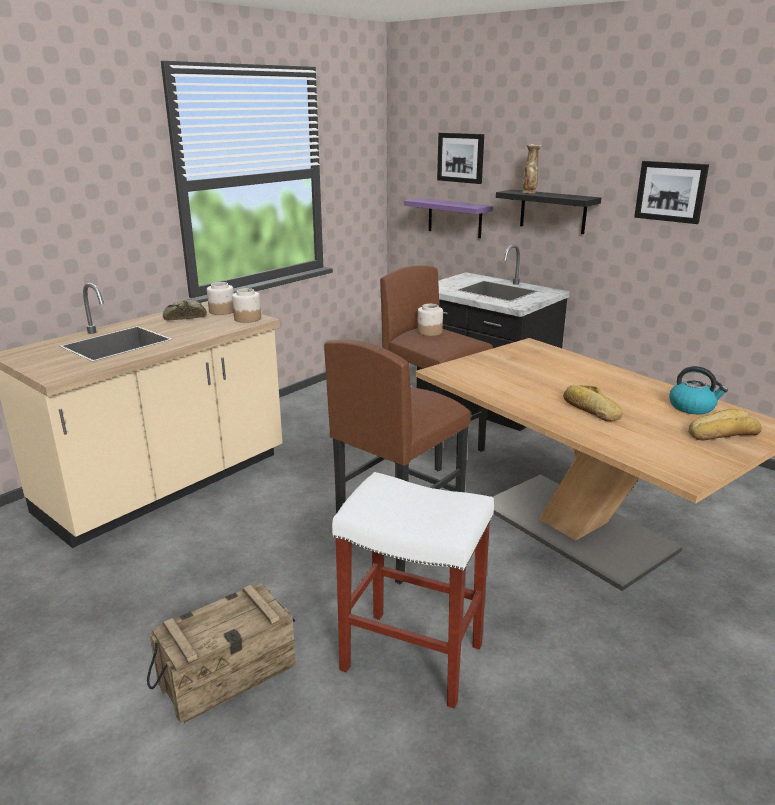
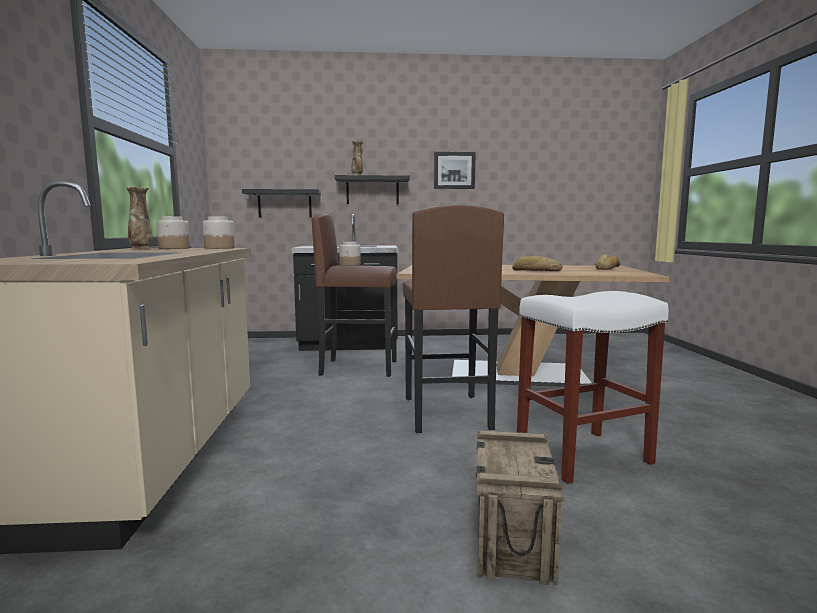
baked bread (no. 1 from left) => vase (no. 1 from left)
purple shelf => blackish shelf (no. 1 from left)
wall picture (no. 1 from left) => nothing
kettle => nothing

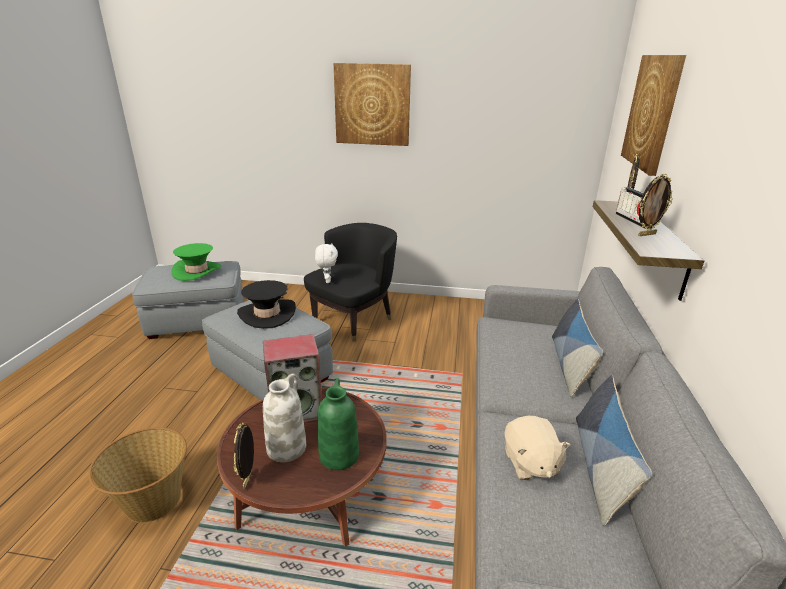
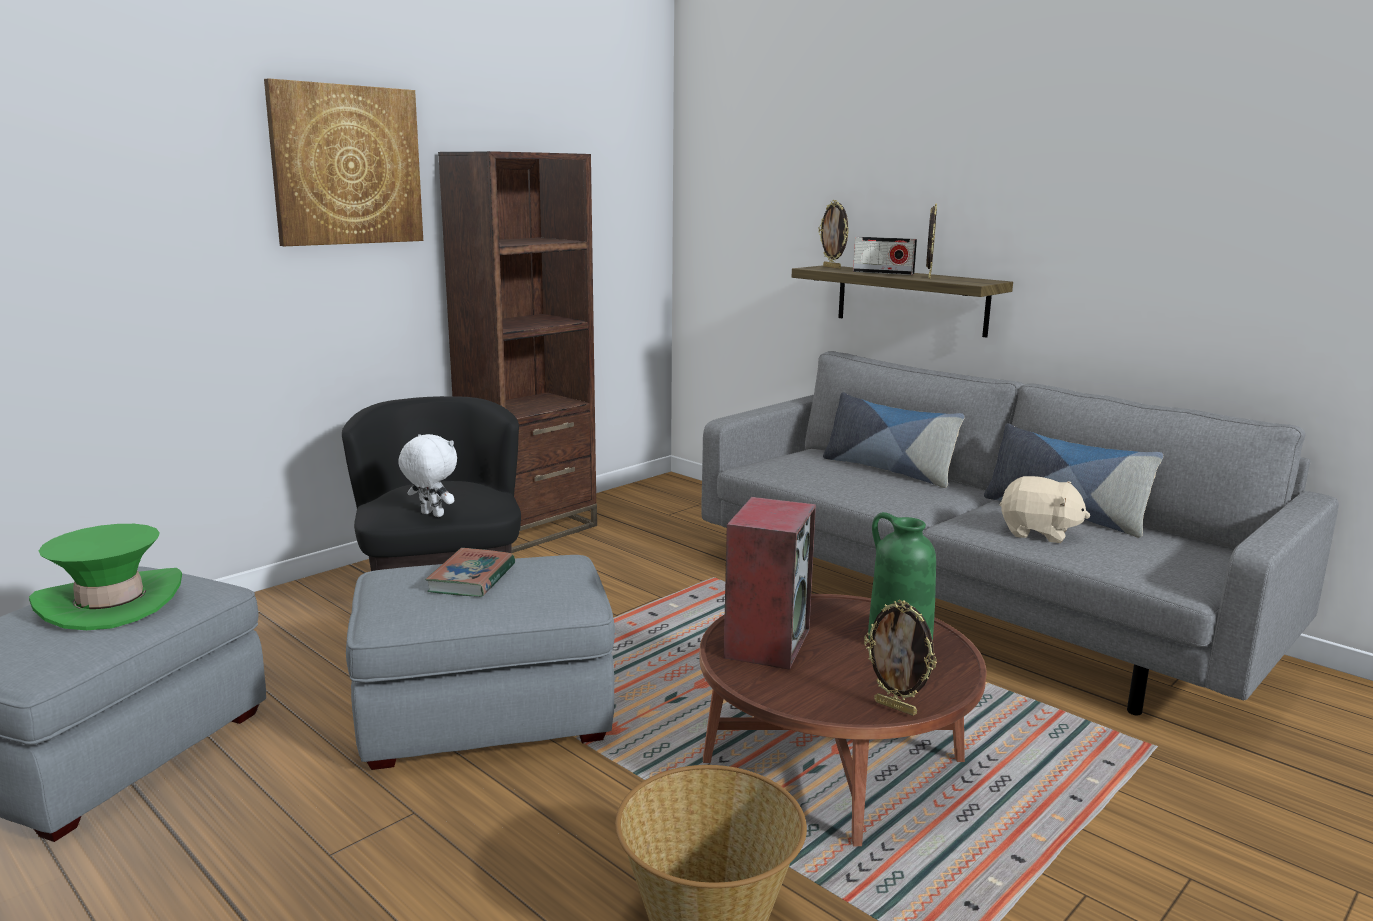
blackish clothing hat => book
white-coloured vase => nothing
wall picture (no. 2 from left) => nothing
nothing => brownish bookcase

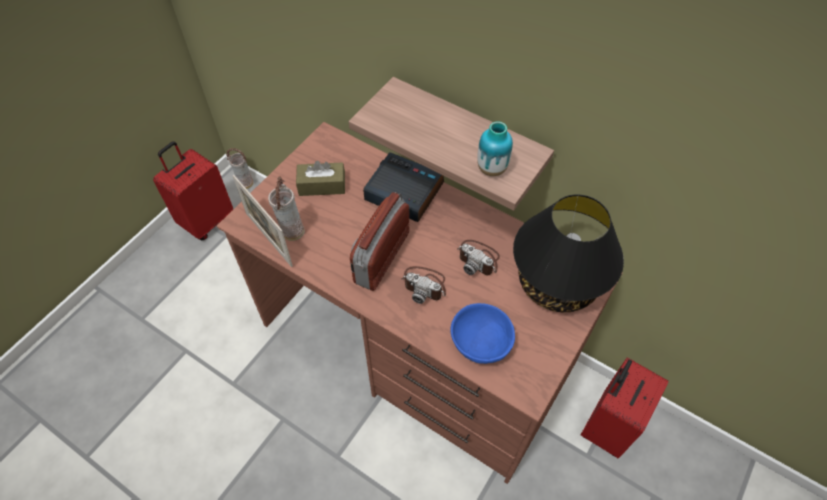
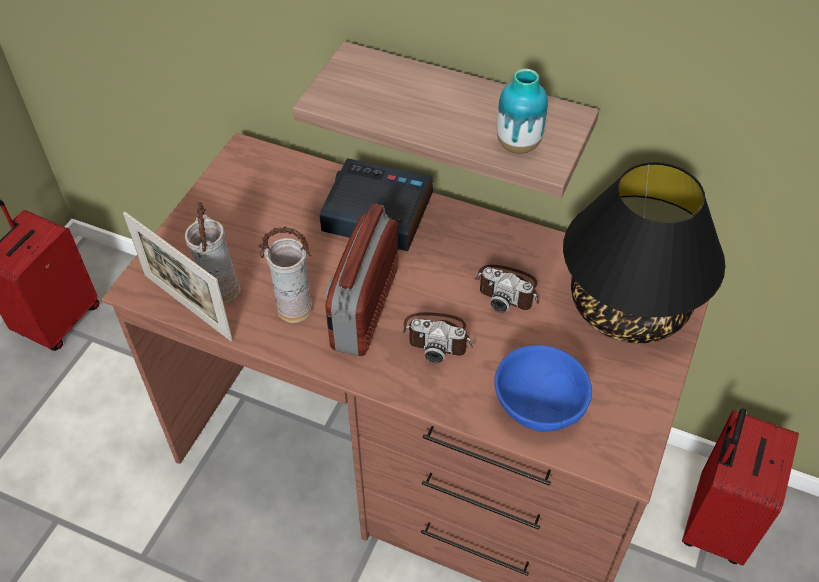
vase (no. 1 from left in the first image) => vase (no. 2 from left), shifted
brownish tissue holder => nothing

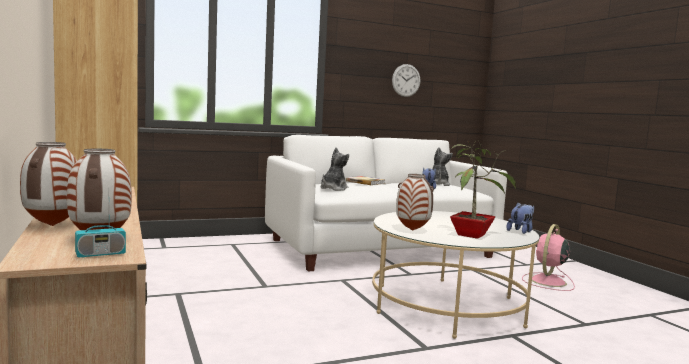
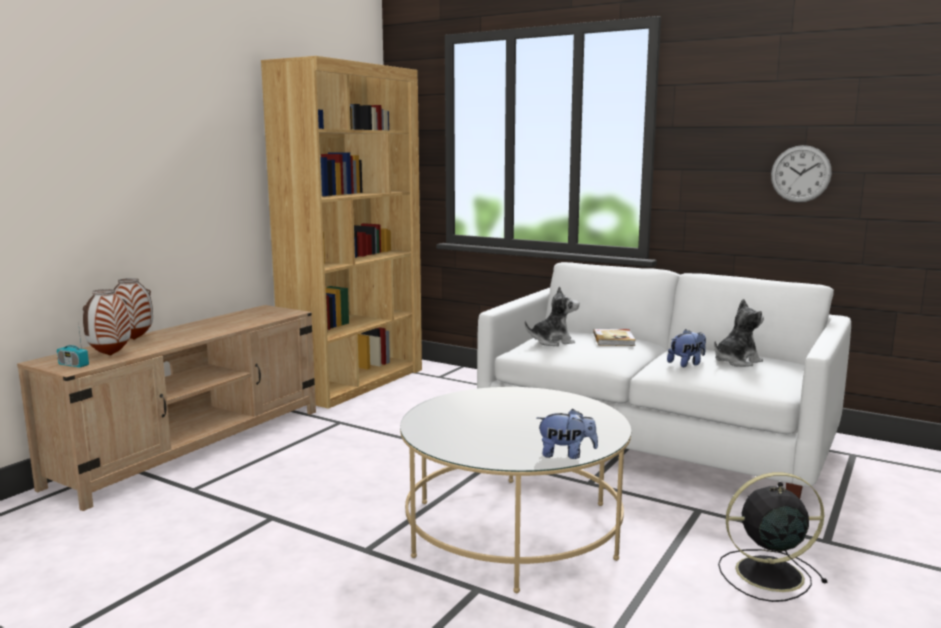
vase (no. 3 from left) => nothing
plant in a pot => nothing
pinkish electric fan => blackish electric fan

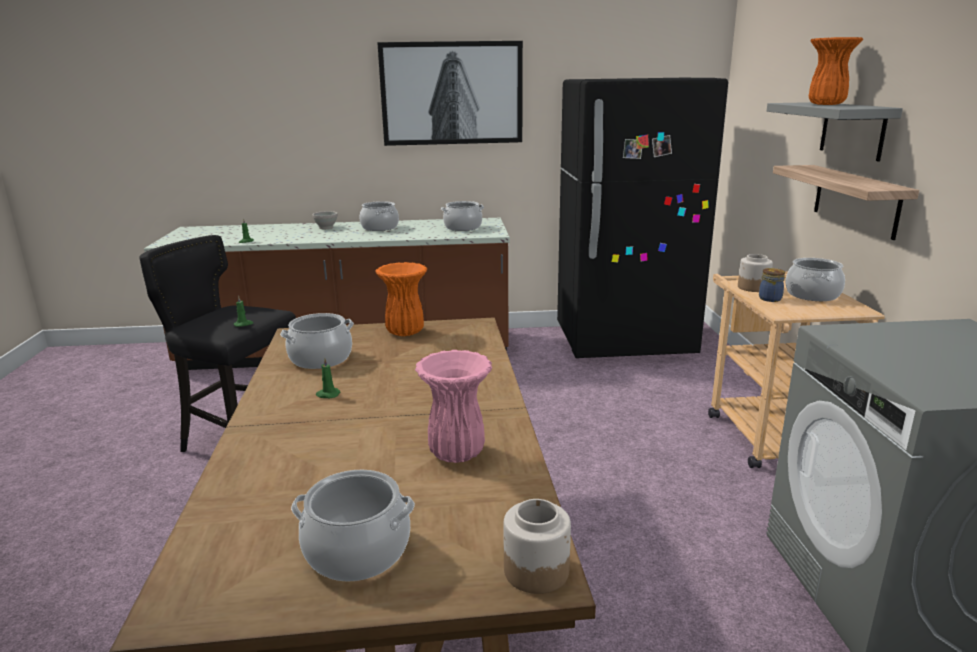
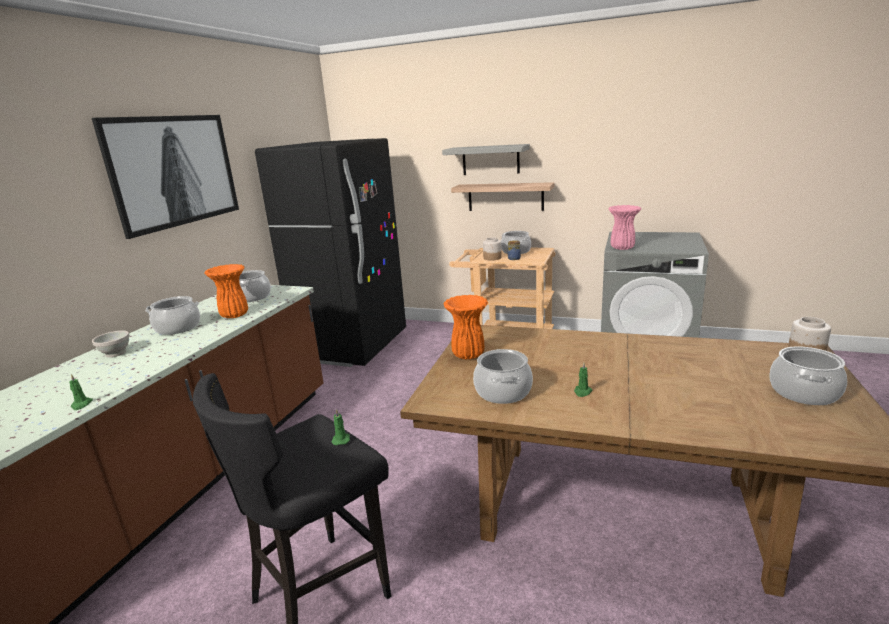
pinkish vase, shifted
orange-coloured vase (no. 2 from left in the first image) => orange-coloured vase (no. 1 from left), shifted

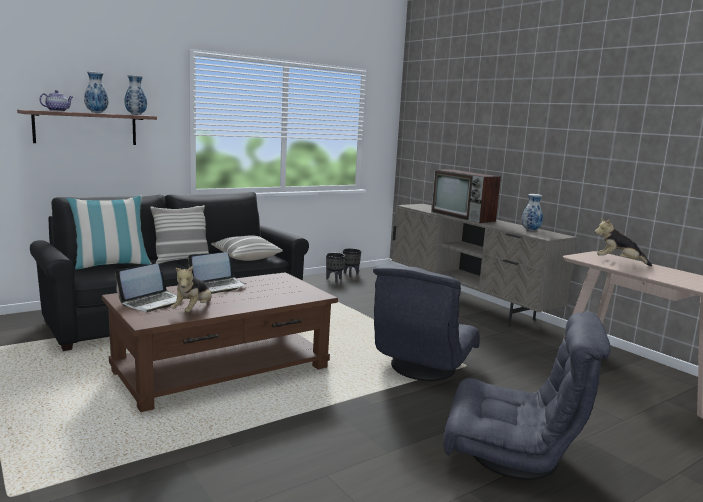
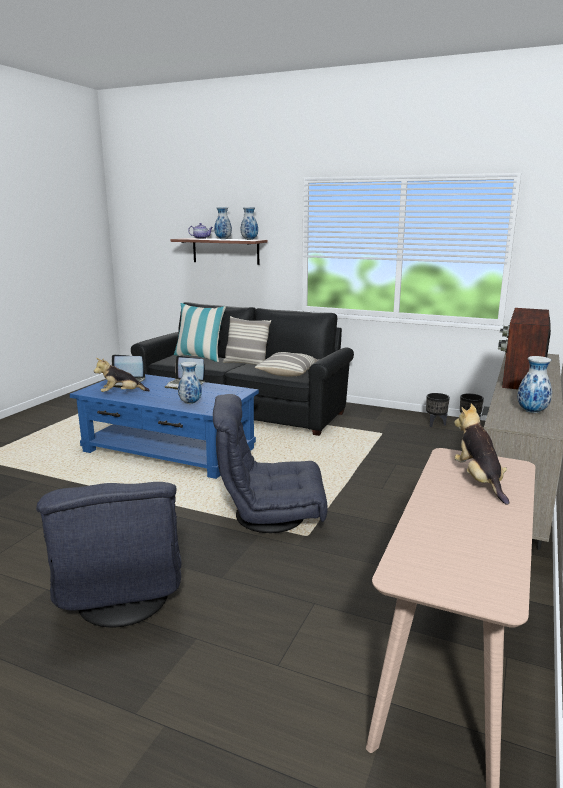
brownish low table => blue low table
nothing => vase (no. 1 from left)

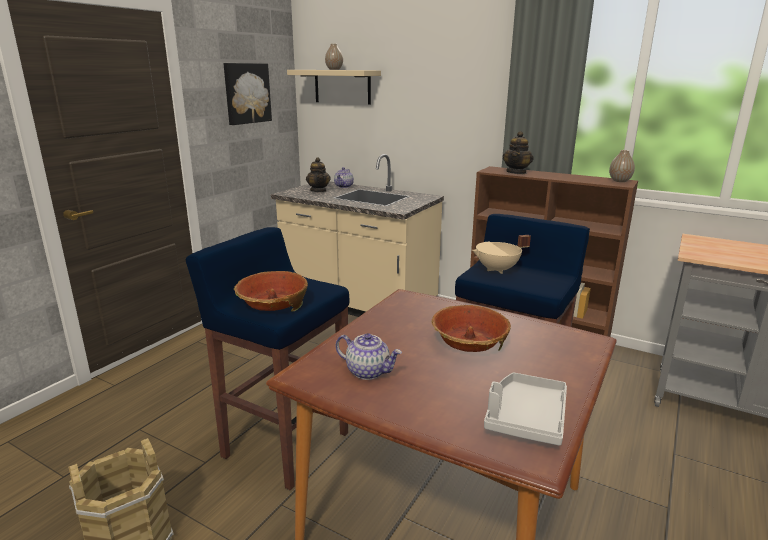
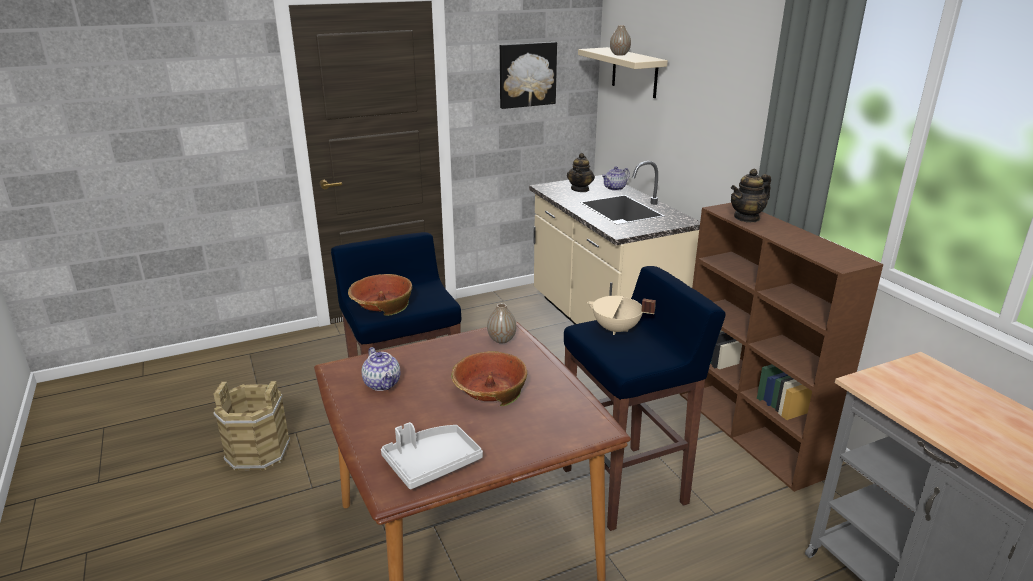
vase (no. 2 from left in the first image) => vase (no. 1 from left), shifted

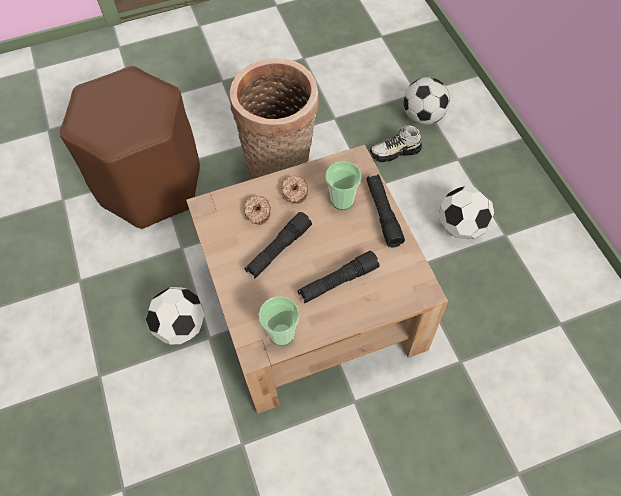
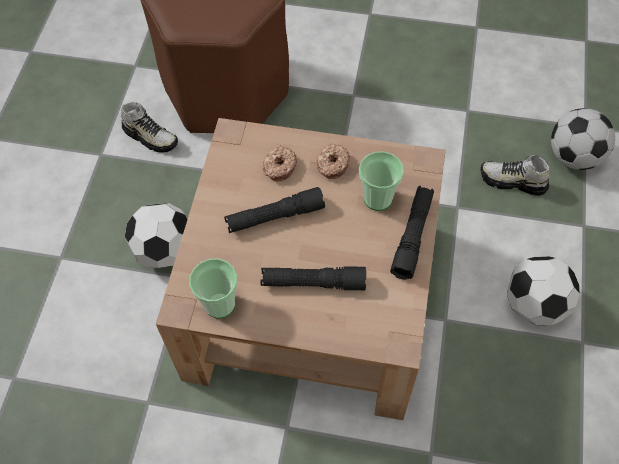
basket => nothing
nothing => low shoe (no. 1 from left)

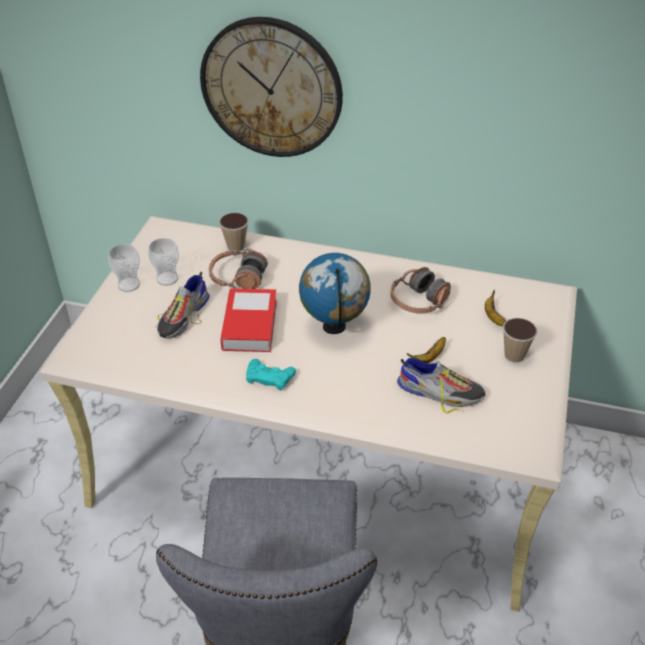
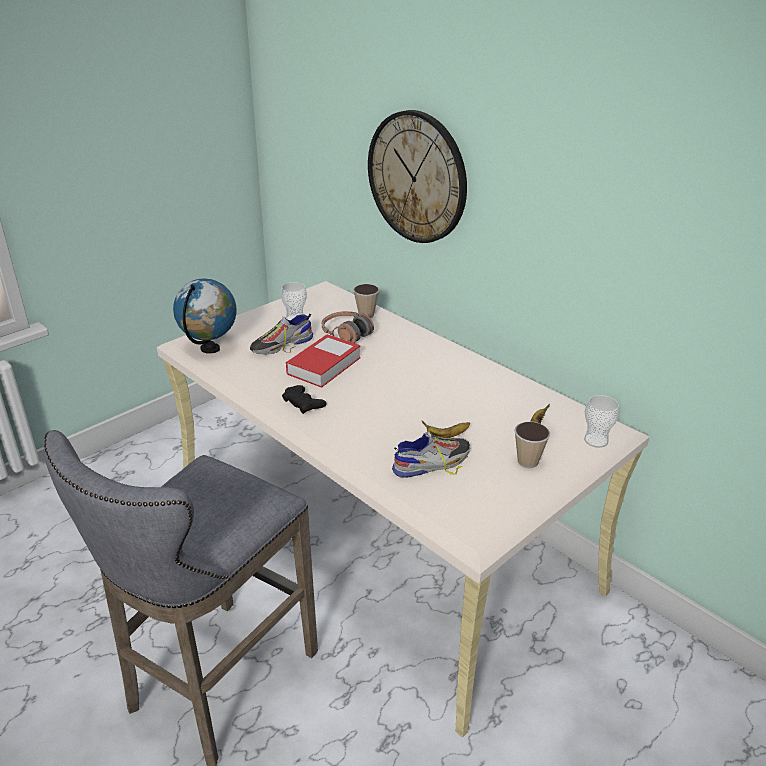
small cup (no. 1 from left in the first image) => small cup (no. 4 from left), shifted
blue-green gamepad => blackish gamepad
globe, shifted
headphones (no. 2 from left) => nothing
low shoe (no. 2 from left), 75 degrees counterclockwise

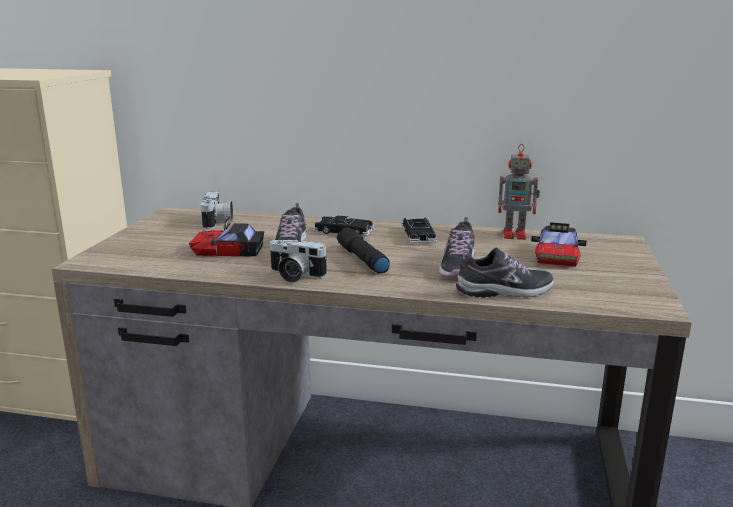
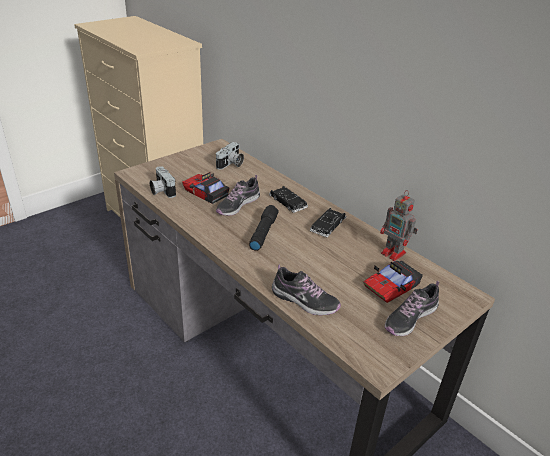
photo camera (no. 2 from left in the first image) => photo camera (no. 1 from left), shifted
low shoe (no. 2 from left in the first image) => low shoe (no. 3 from left), shifted

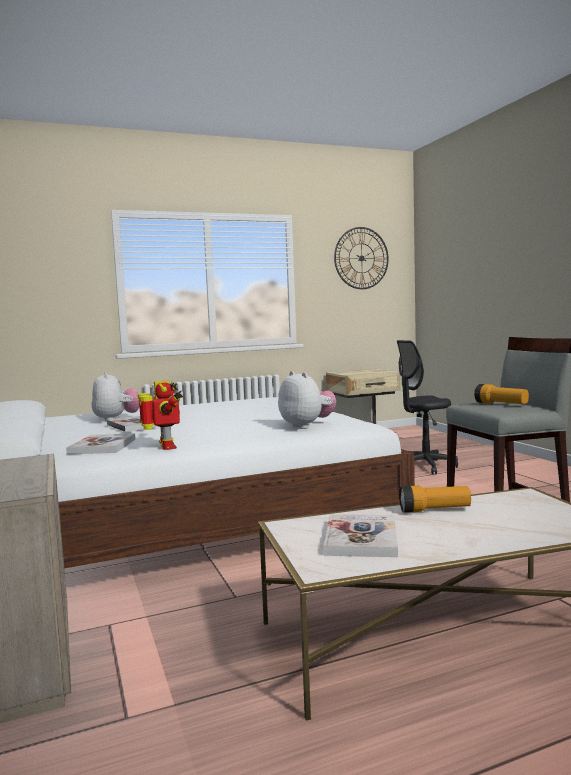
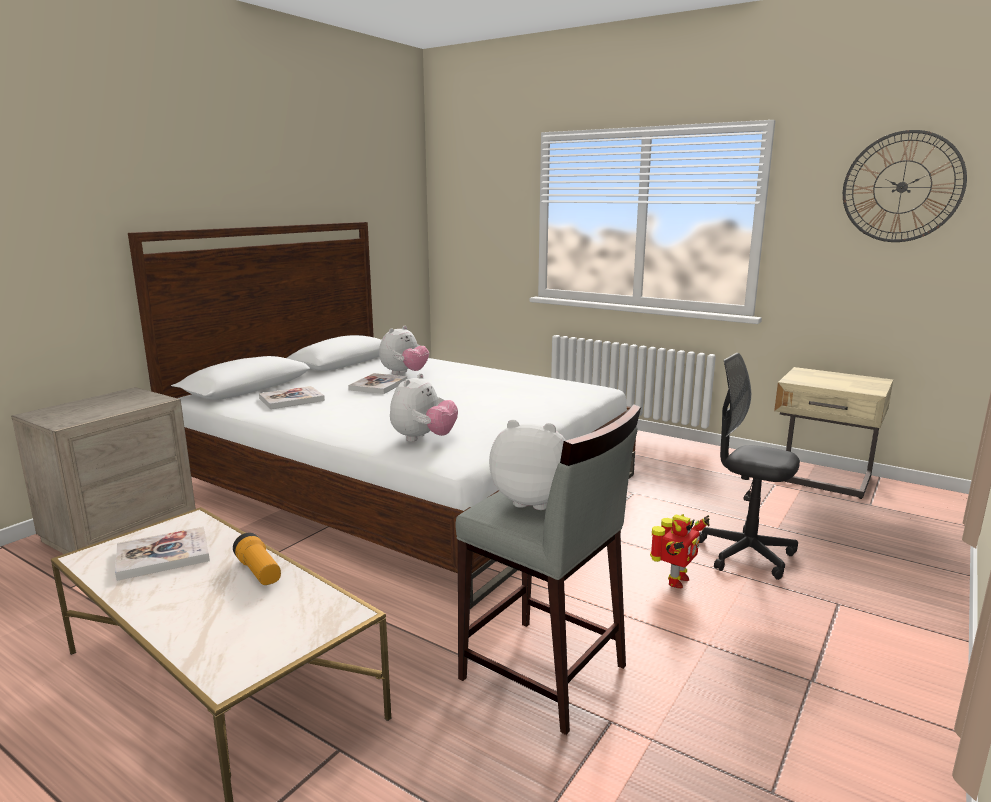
robot figure, shifted
flashlight (no. 2 from left) => soft toy (no. 3 from left)

